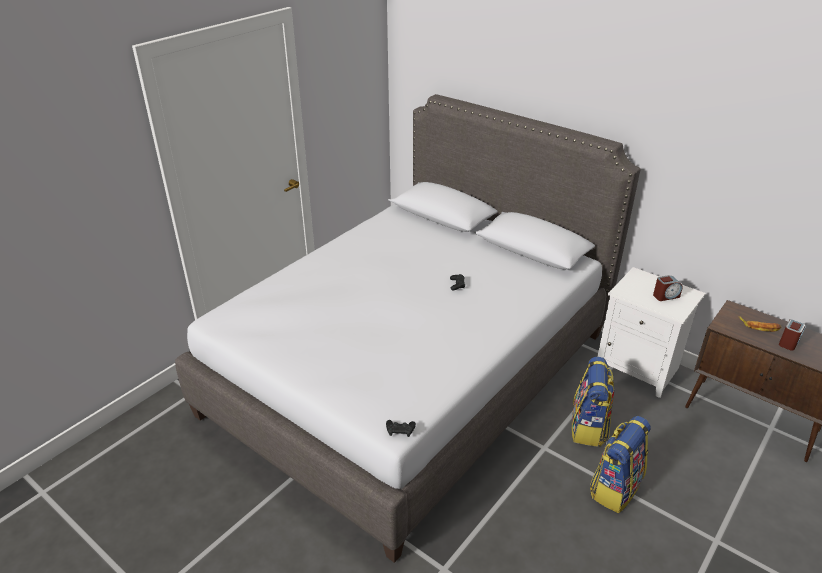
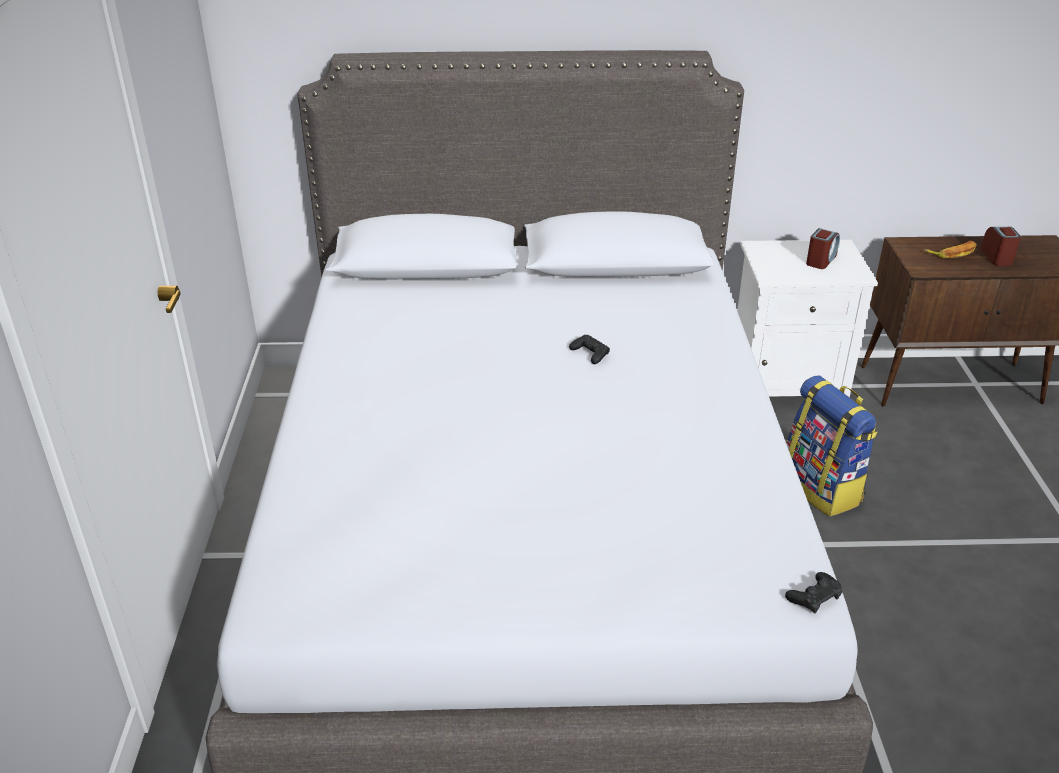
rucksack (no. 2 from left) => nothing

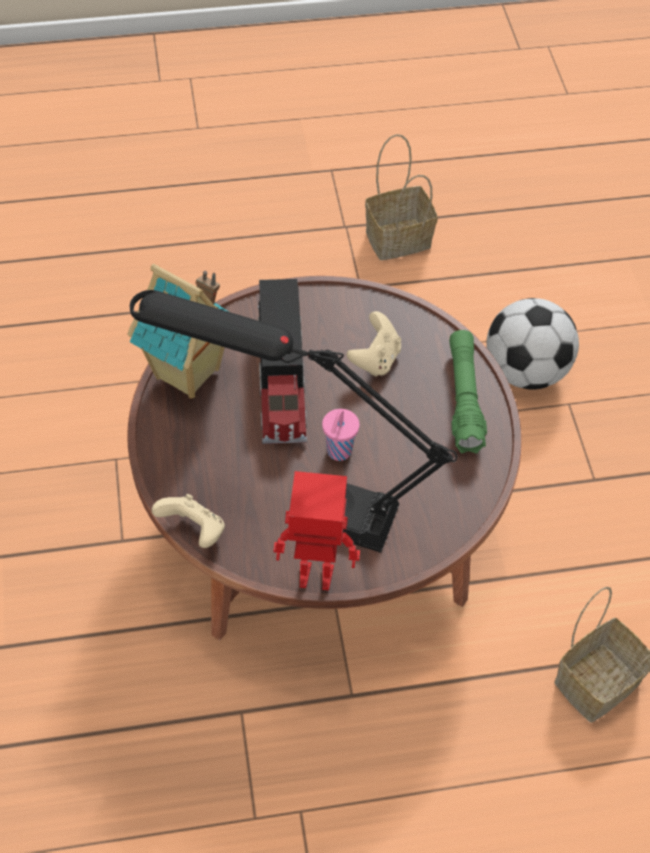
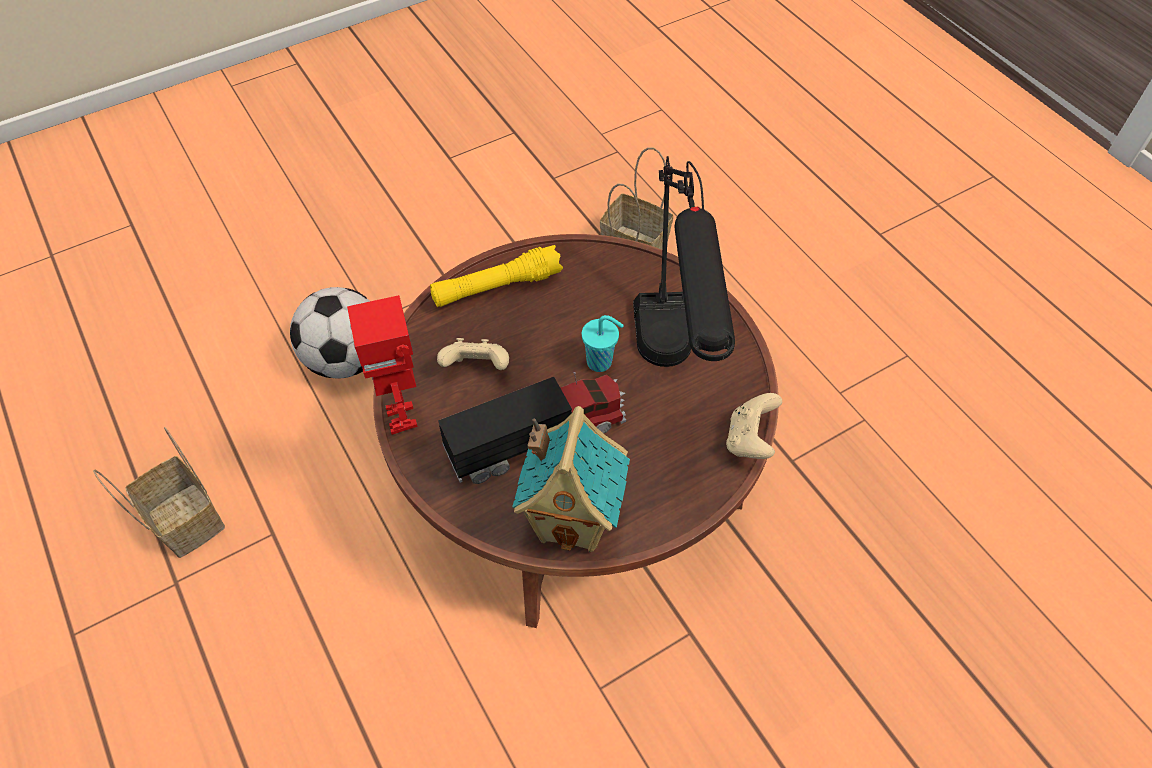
robot figure, shifted
pinkish small cup => blue-green small cup
green-coloured flashlight => yellow flashlight

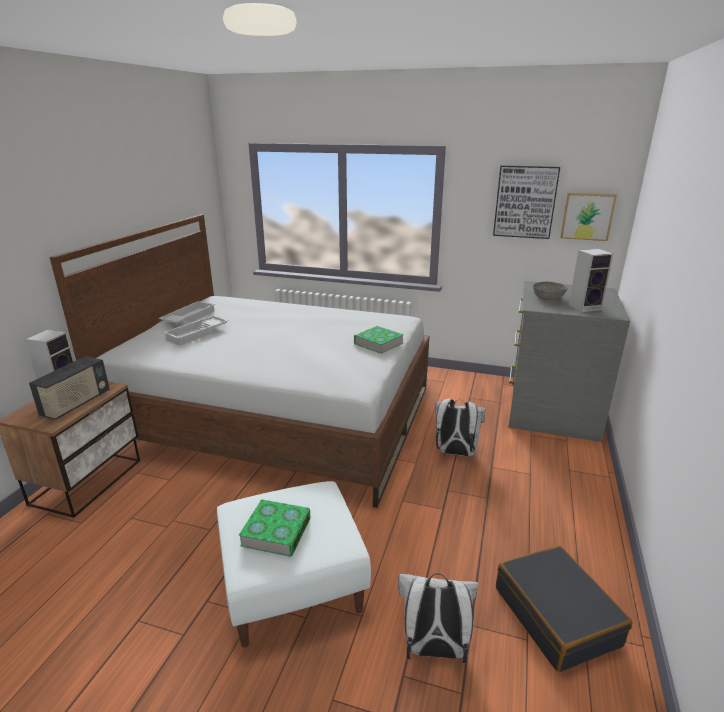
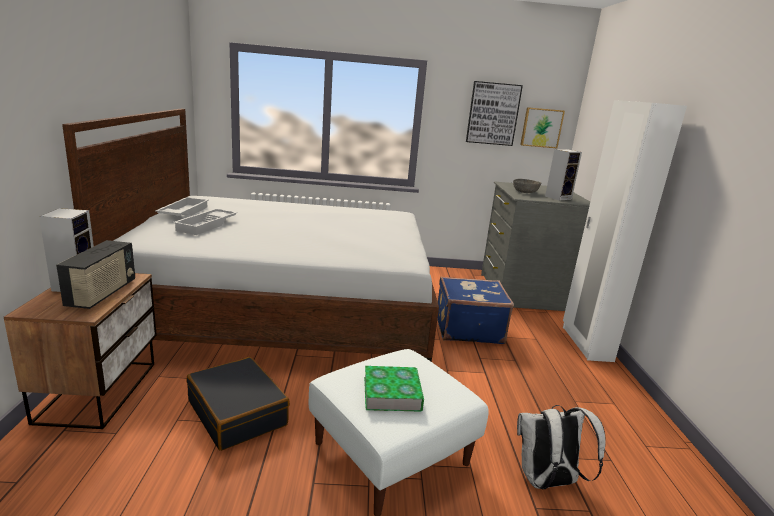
book (no. 2 from left) => nothing
white-coloured rucksack (no. 2 from left) => blue travel case
blackish travel case, shifted
nothing => white-coloured clothes cupboard

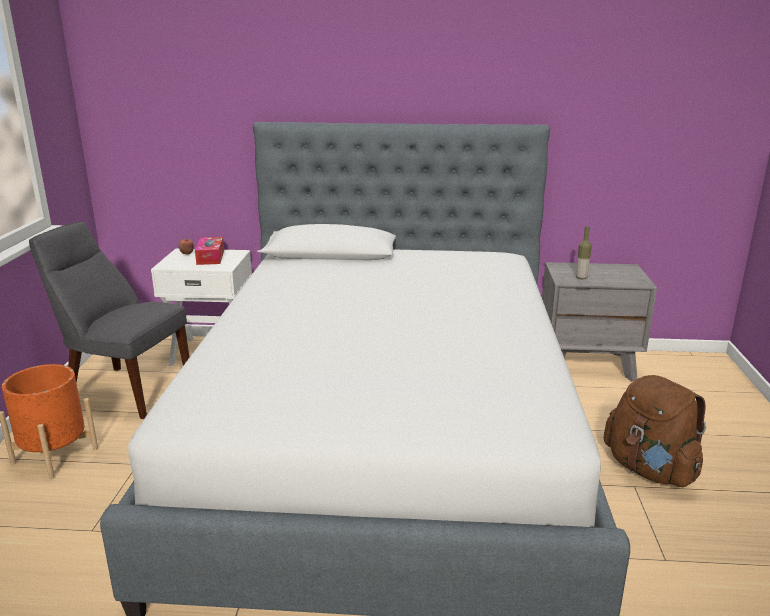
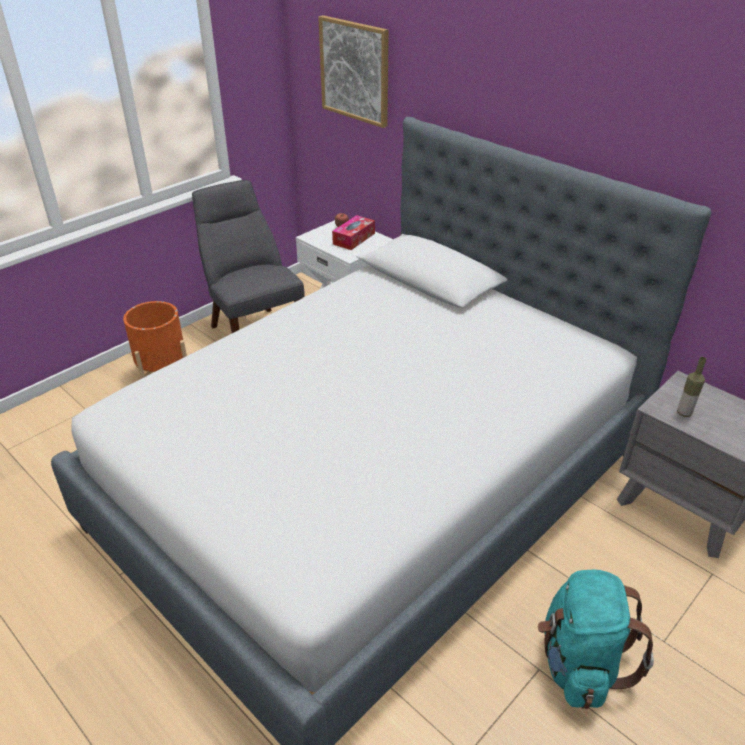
brownish rucksack => blue-green rucksack
nothing => wall picture

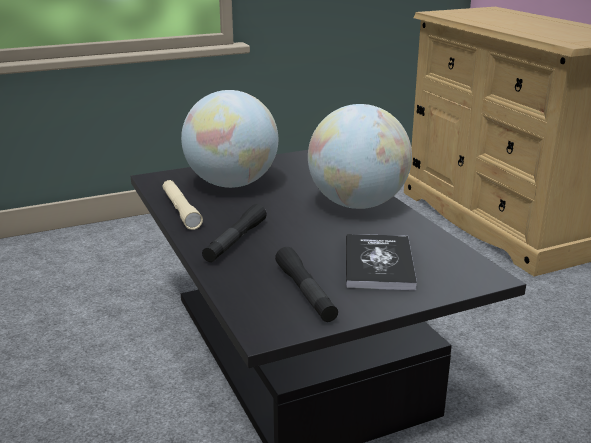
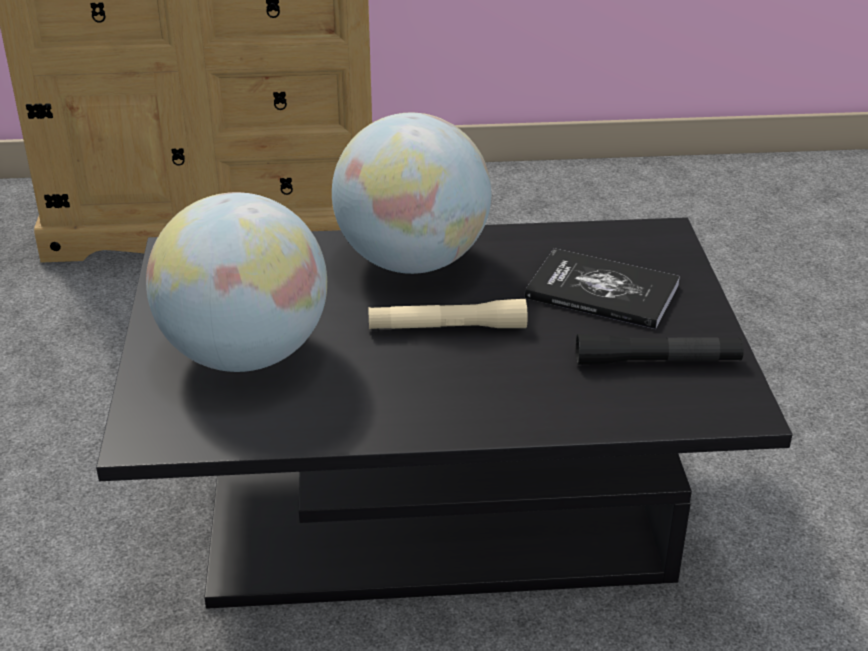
beige flashlight, shifted
blackish flashlight (no. 1 from left) => nothing

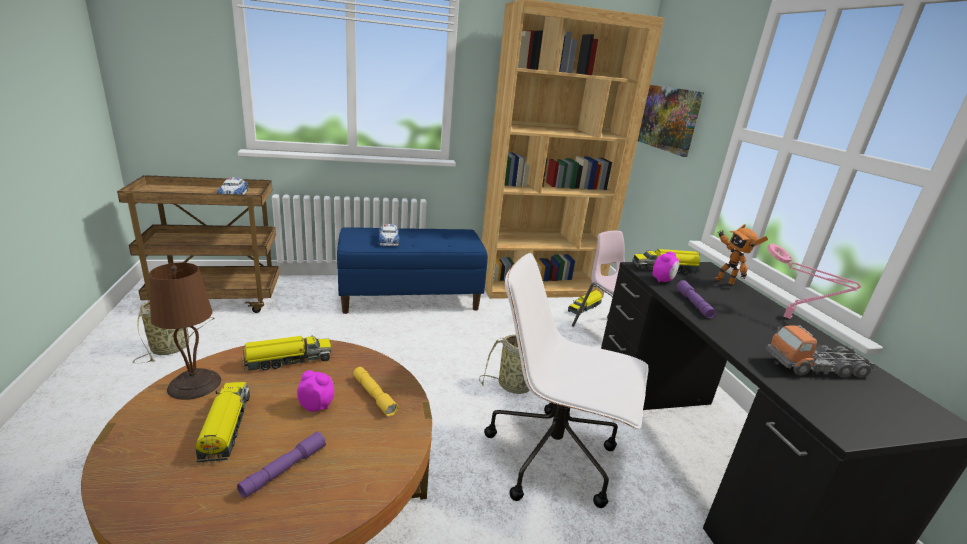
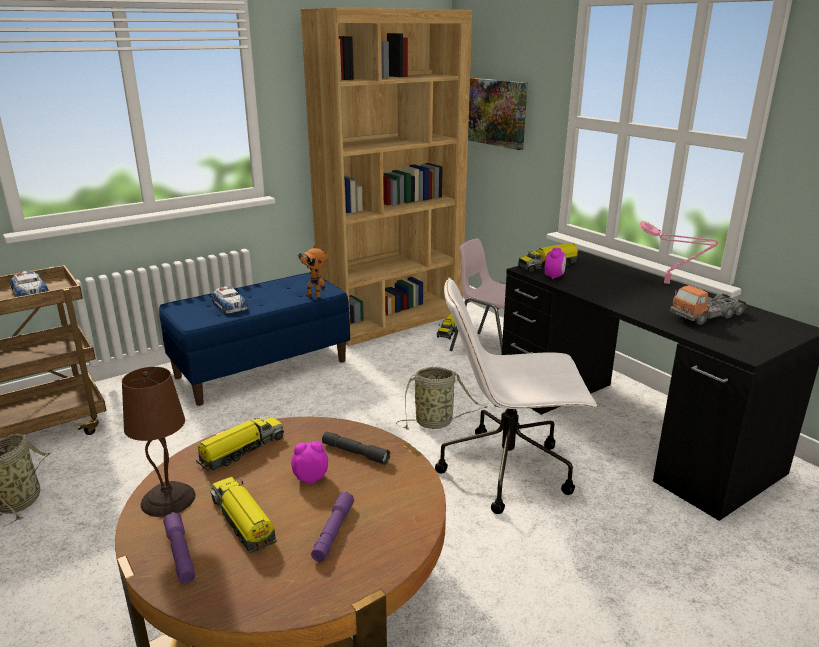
yellow flashlight => gray flashlight
purple flashlight (no. 2 from left in the first image) => purple flashlight (no. 1 from left), shifted
robot figure, shifted

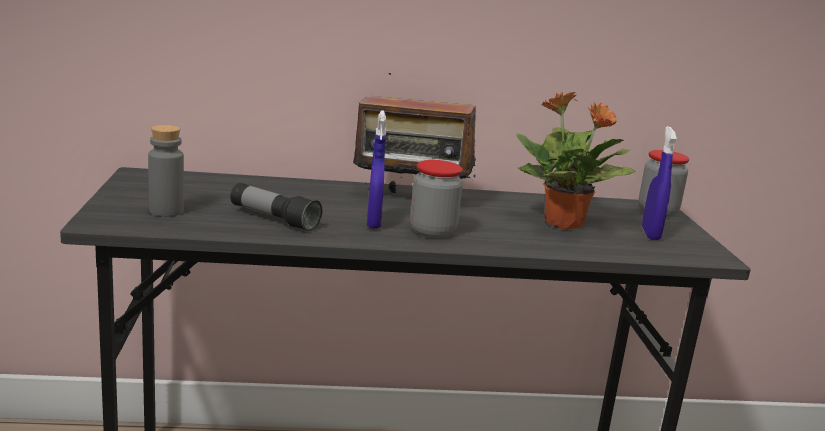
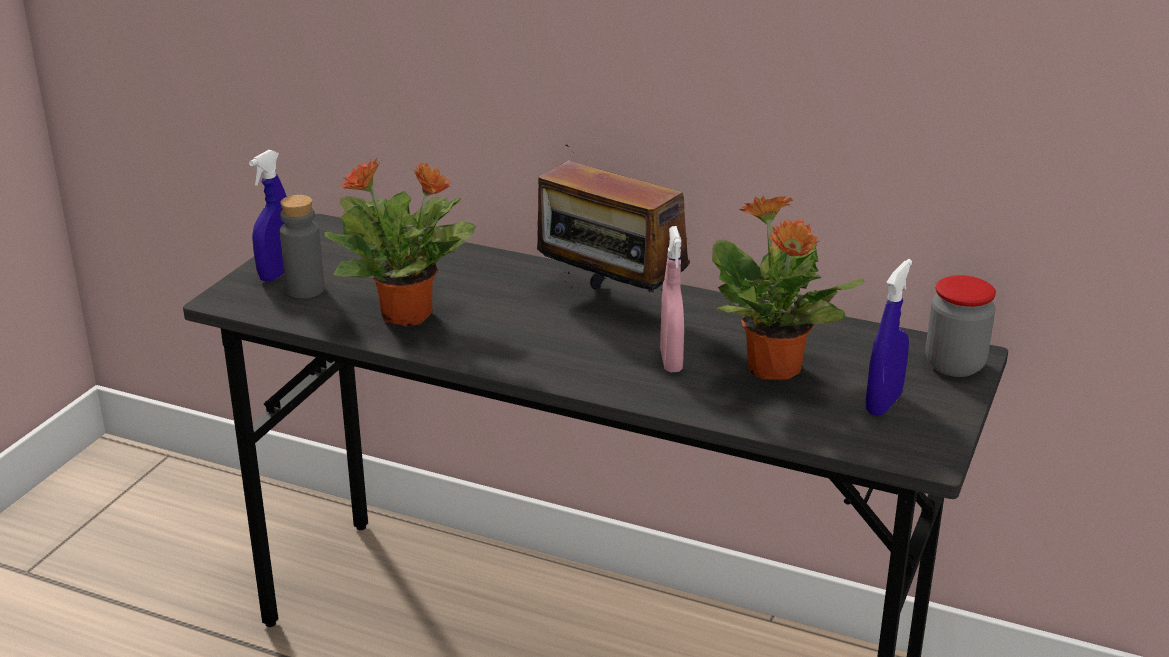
flashlight => plant in a pot (no. 1 from left)
blue spray bottle (no. 1 from left), shifted
storage jar (no. 1 from left) => nothing
nothing => pinkish spray bottle

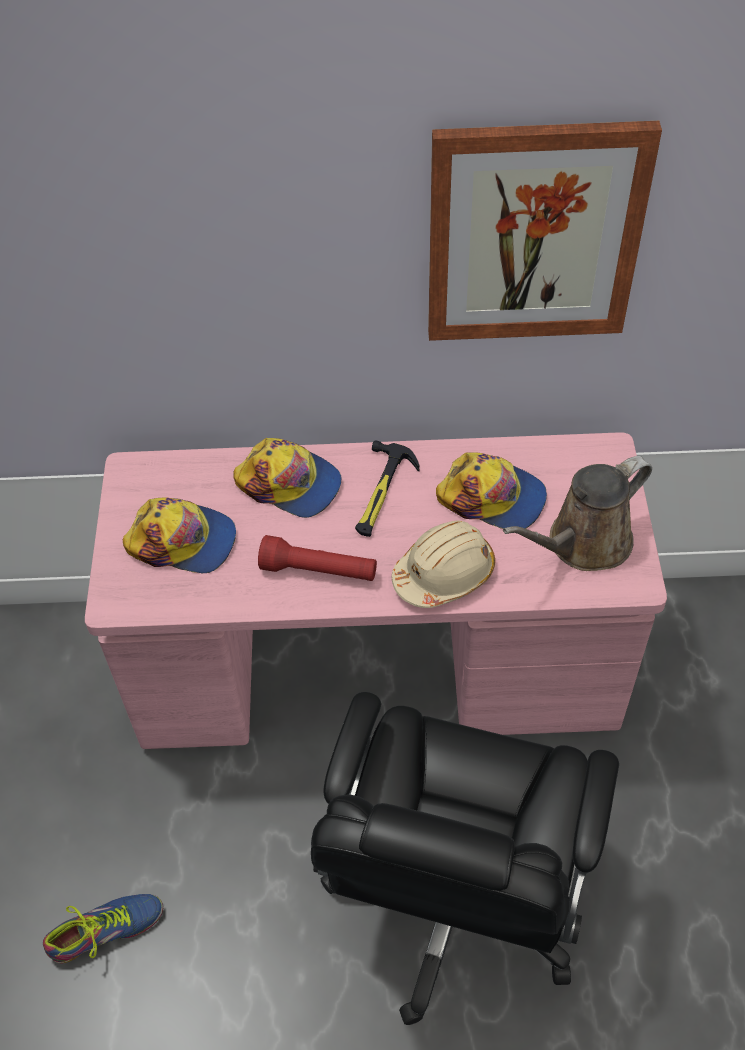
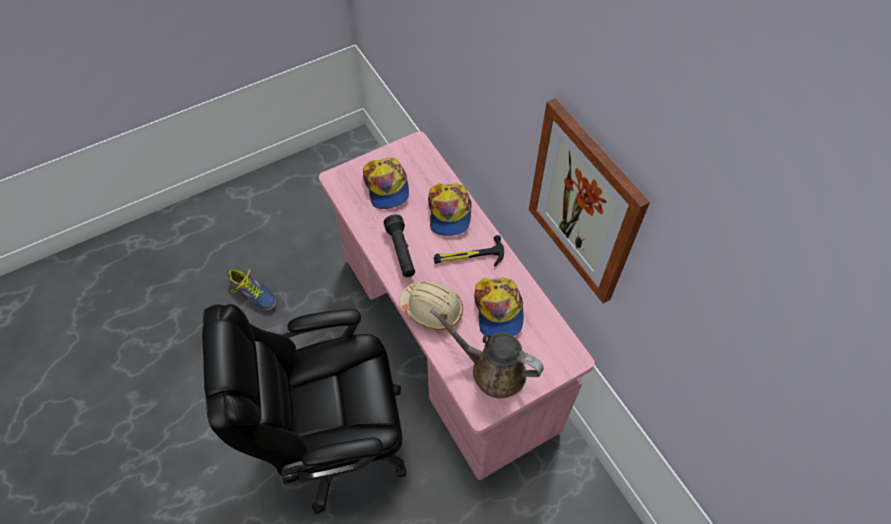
reddish flashlight => blackish flashlight

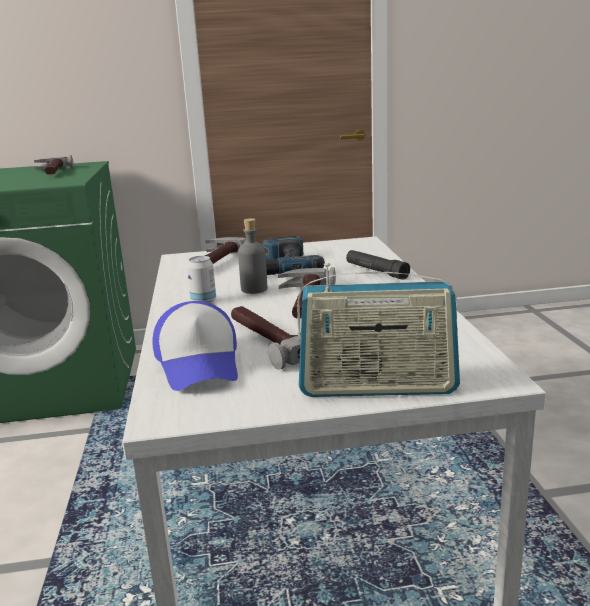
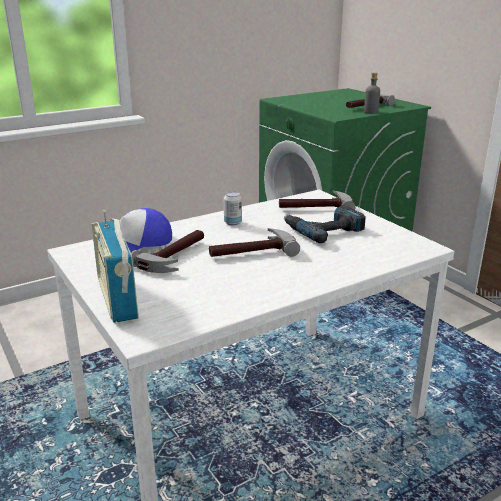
gray drink bottle, shifted
blackish flashlight => nothing

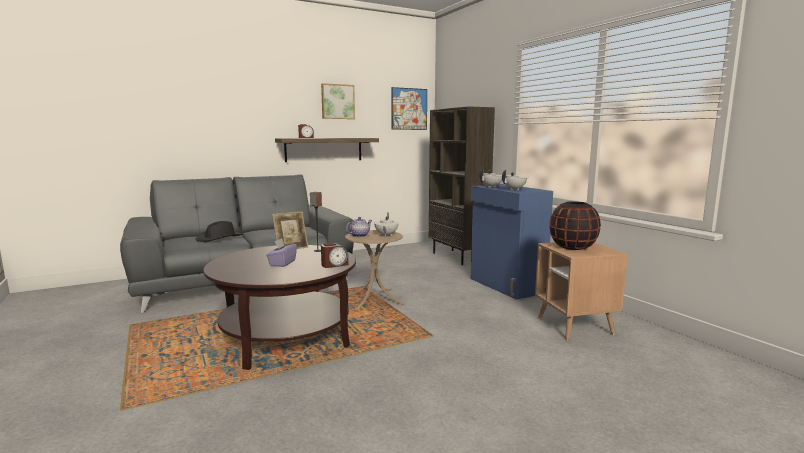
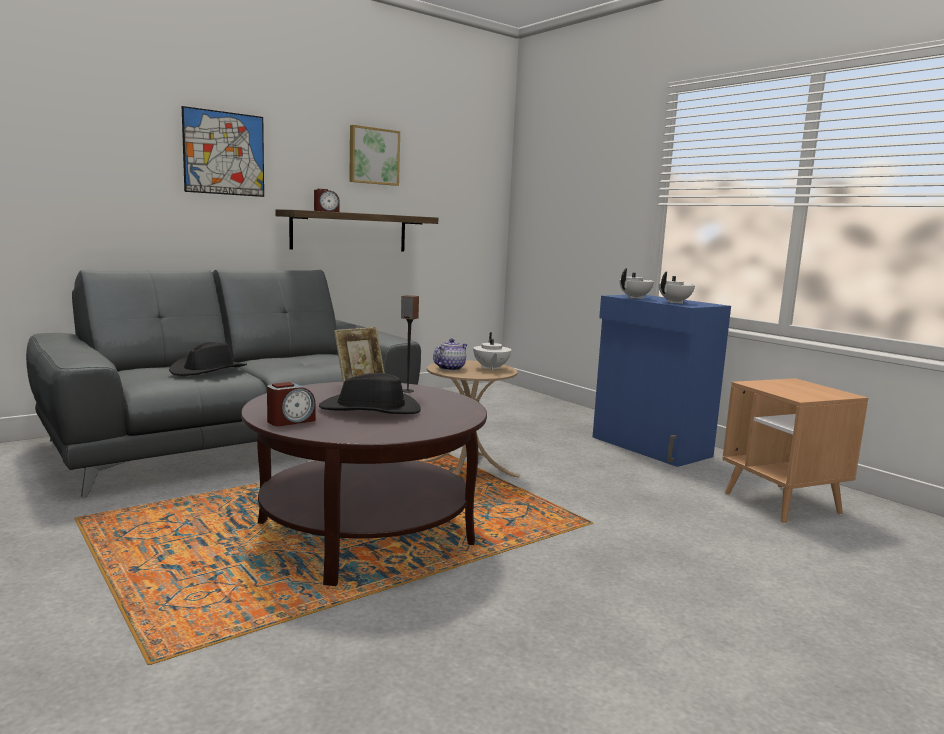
purple tissue holder => blackish clothing hat (no. 2 from left)
bedside clock (no. 2 from left in the first image) => bedside clock (no. 1 from left), shifted
wall picture (no. 2 from left in the first image) => wall picture (no. 1 from left), shifted
brownish bookcase => nothing
blackish vase => nothing

